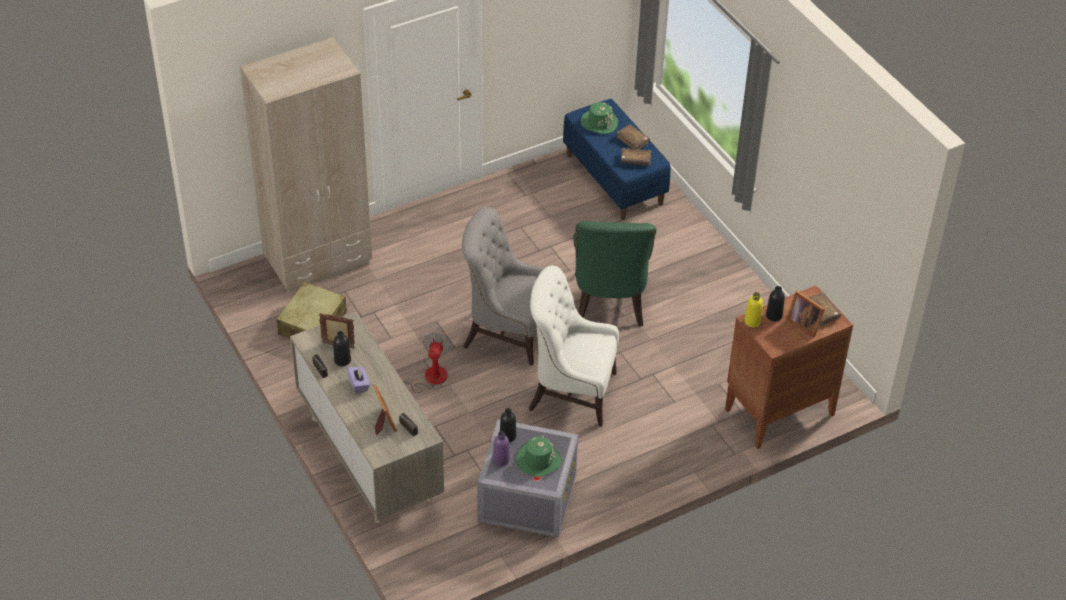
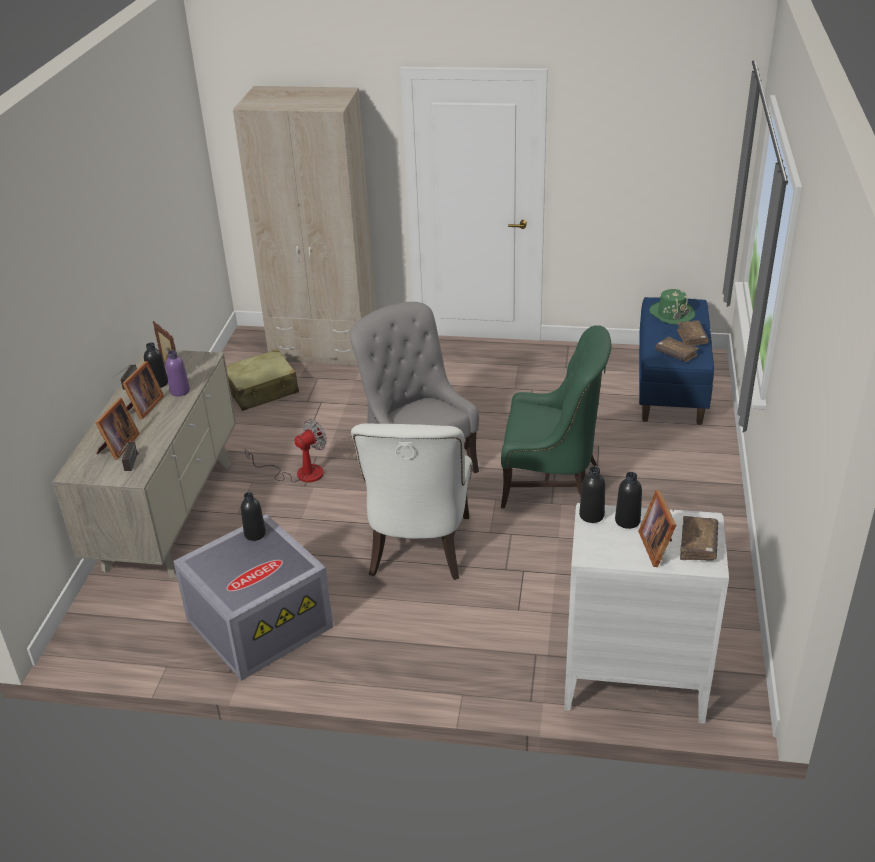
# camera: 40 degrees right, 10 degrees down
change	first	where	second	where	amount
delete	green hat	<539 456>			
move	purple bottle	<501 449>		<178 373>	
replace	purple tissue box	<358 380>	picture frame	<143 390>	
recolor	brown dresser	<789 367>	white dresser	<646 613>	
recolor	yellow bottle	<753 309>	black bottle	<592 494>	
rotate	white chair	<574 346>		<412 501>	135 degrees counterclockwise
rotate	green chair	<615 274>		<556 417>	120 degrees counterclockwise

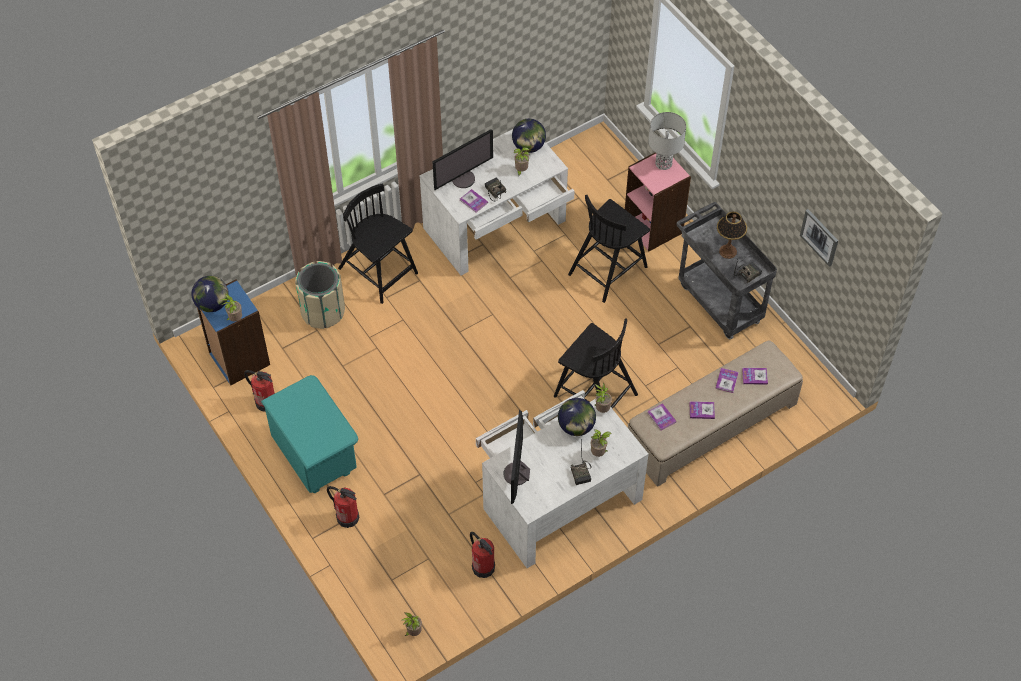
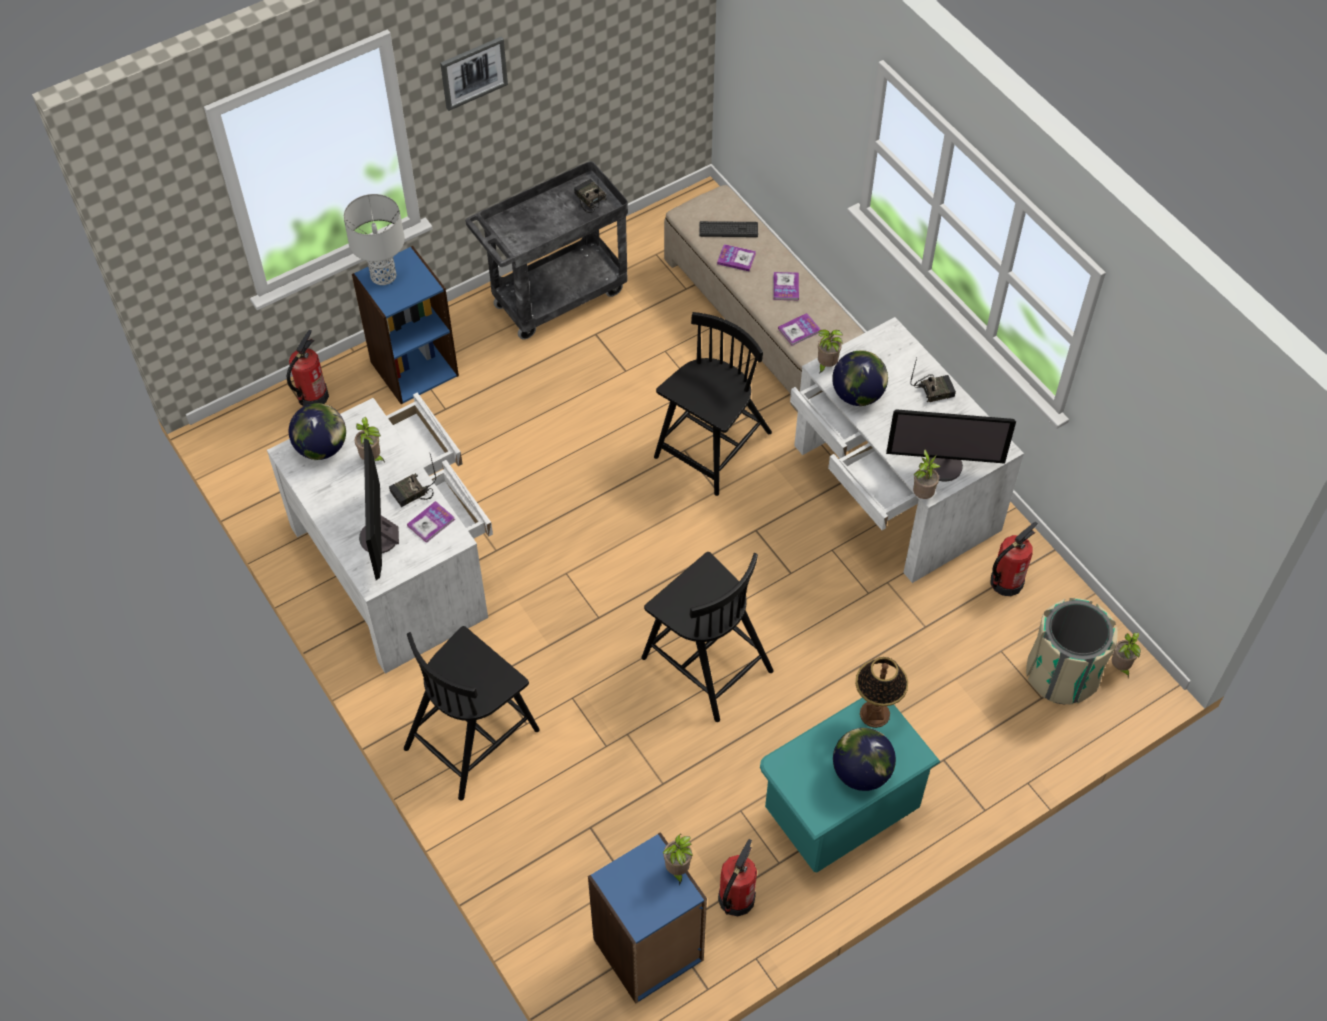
# camera: 90 degrees left, 0 degrees up
change	first	where	second	where	amount
move	globe	<210 294>		<864 759>	
move	beige trash can	<320 295>		<1072 651>	
move	fire extinguisher	<343 507>		<308 367>	
move	black chair	<609 249>		<707 637>	
move	potted plant	<601 443>		<926 474>	
move	table lamp	<732 235>		<881 692>	
move	picture	<819 238>		<474 74>	
replace	book	<755 376>	keyboard	<729 229>	
recolor	pink bookcase	<658 201>	blue bookcase	<405 325>	
rotate	monitor	<462 160>		<379 509>	150 degrees counterclockwise

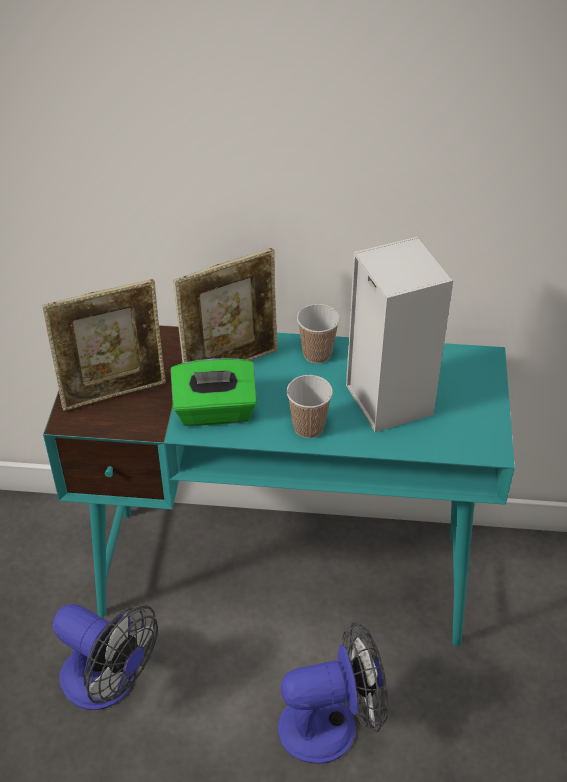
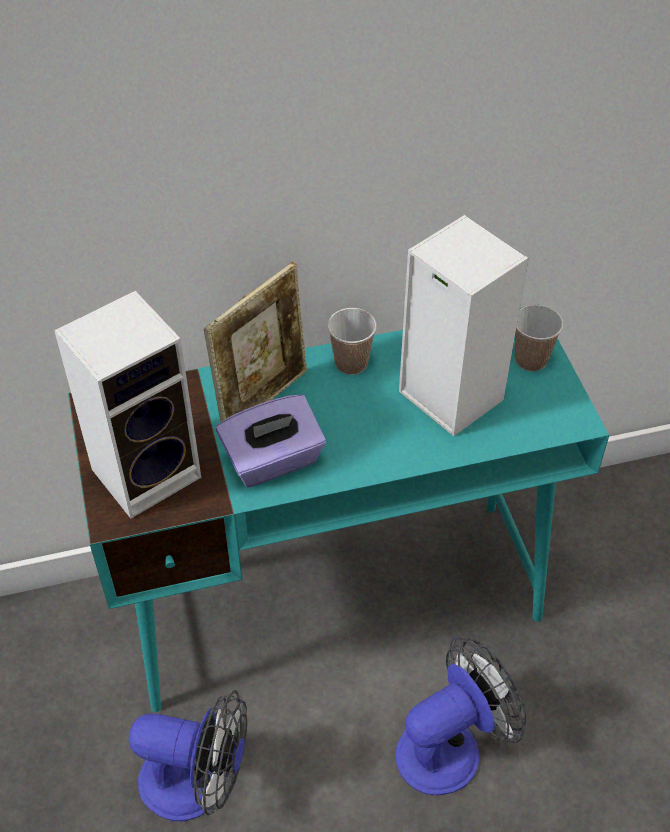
# camera: 20 degrees left, 5 degrees up
change	first	where	second	where	amount
move	cup	<309 406>		<539 338>	
replace	picture frame	<104 345>	speaker	<127 405>	
recolor	green tissue box	<214 392>	purple tissue box	<271 440>	

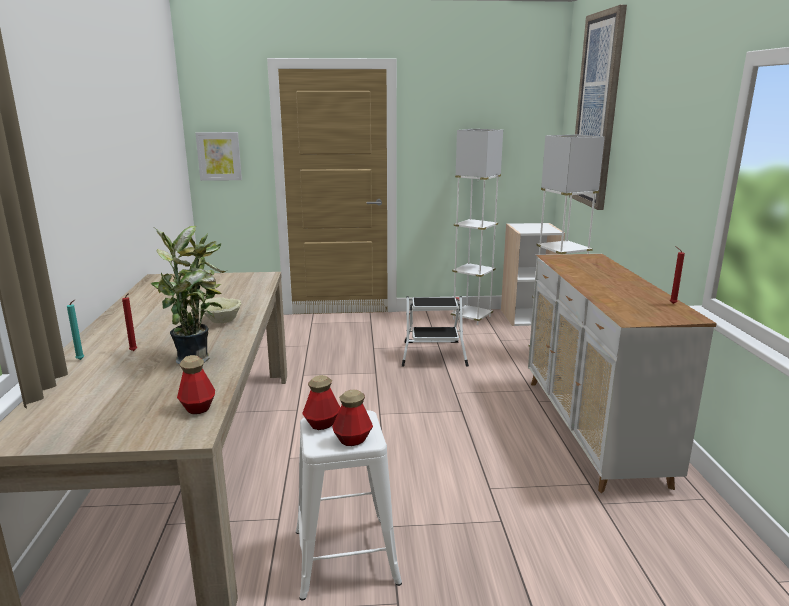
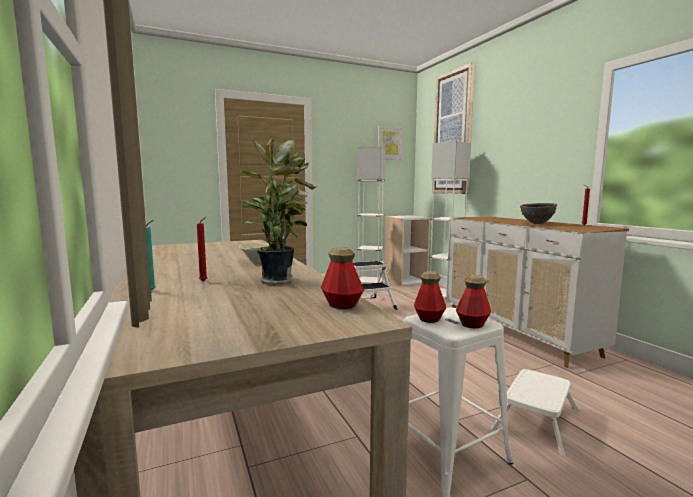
# camera: 20 degrees left, 10 degrees down
change	first	where	second	where	amount
insert			white step ladder	<534 412>	
insert			brown bowl	<538 213>	
move	picture	<218 156>		<390 143>	

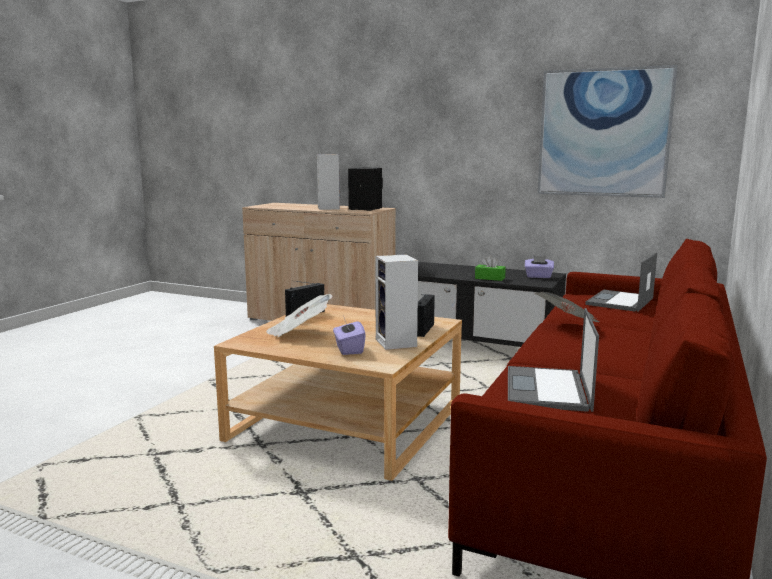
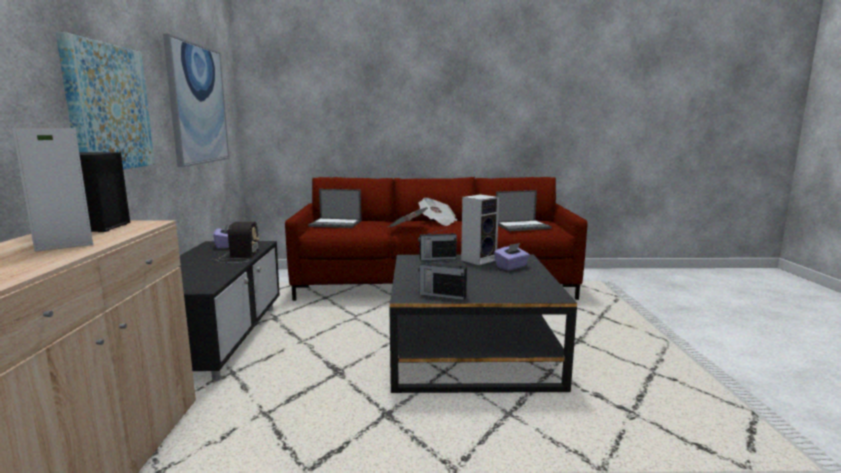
# camera: 115 degrees left, 0 degrees up
change	first	where	second	where	amount
insert			picture	<105 100>	
move	newspaper	<299 315>		<437 212>	
replace	green tissue box	<490 268>	radio	<235 242>	
recolor	beige coffee table	<338 392>	black coffee table	<483 323>	

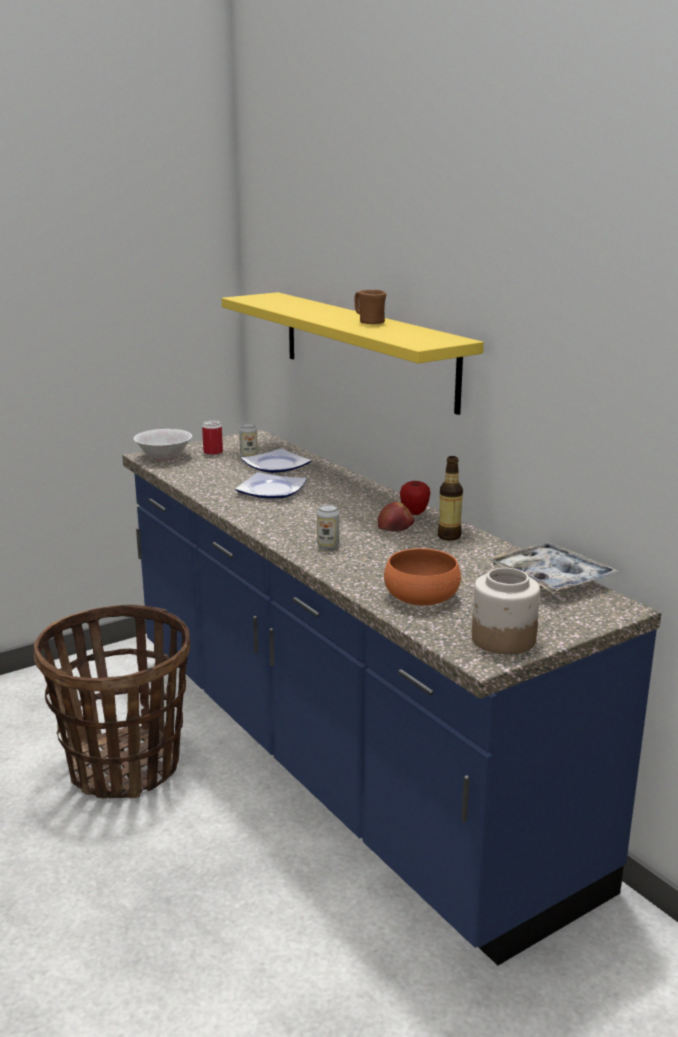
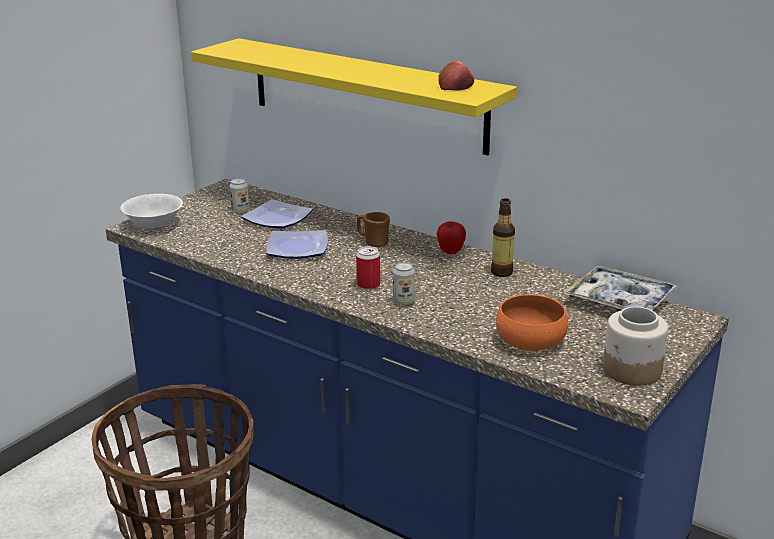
# camera: 20 degrees left, 5 degrees up
change	first	where	second	where	amount
move	can	<212 437>		<368 267>	
move	brown mug	<370 307>		<373 229>	
move	apple	<396 517>		<456 75>	

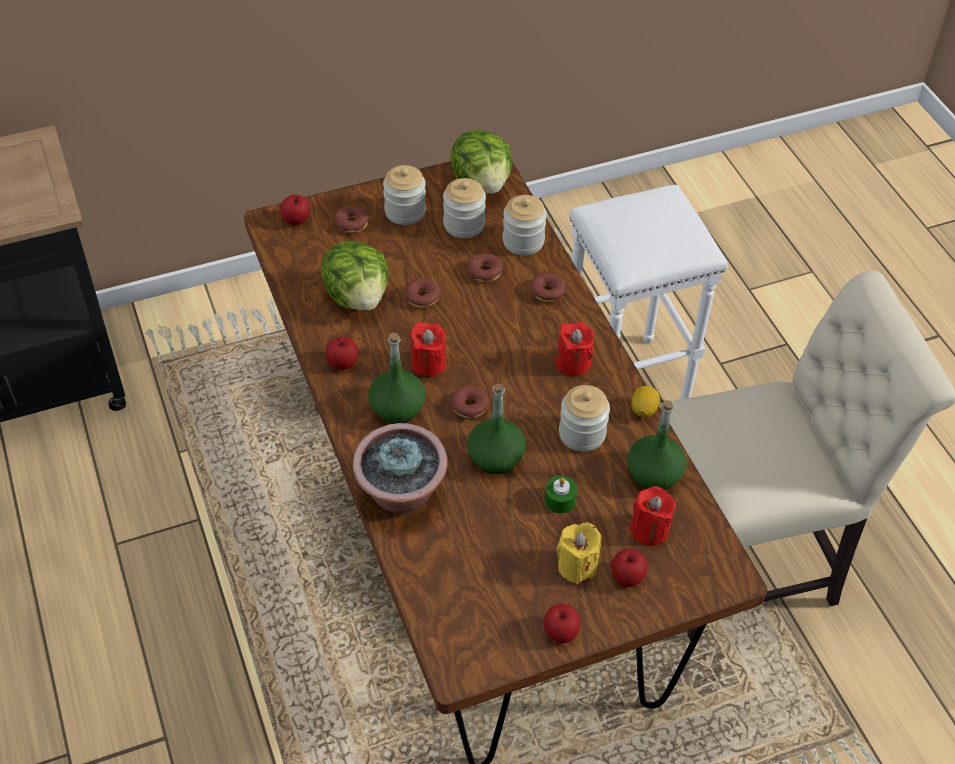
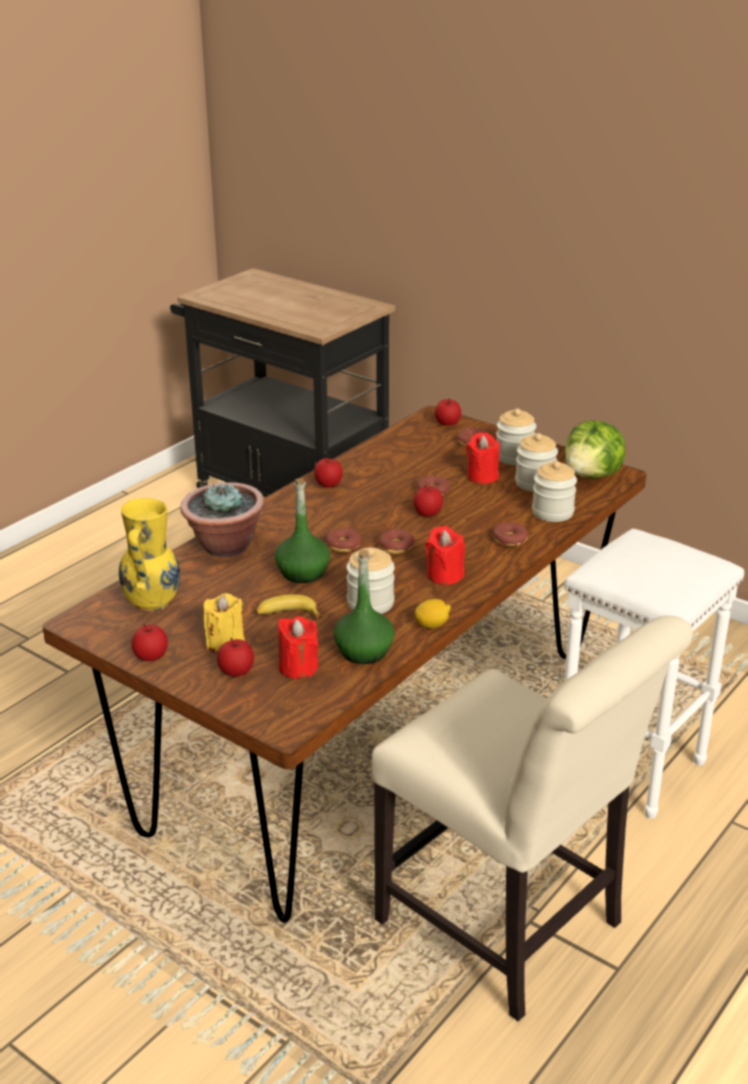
# camera: 60 degrees right, 20 degrees down
change	first	where	second	where	amount
delete	lettuce	<355 275>			
delete	green bottle	<397 378>			
insert			yellow vase	<149 554>	
insert			apple	<428 501>	
move	red candle	<428 350>		<483 458>	
move	donut	<485 267>		<396 541>	
replace	green candle	<560 494>	banana	<288 606>	

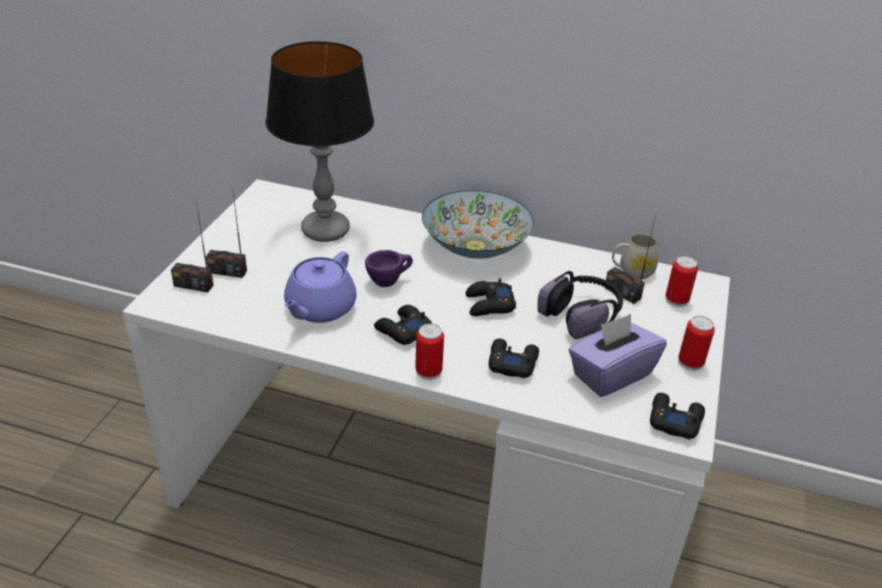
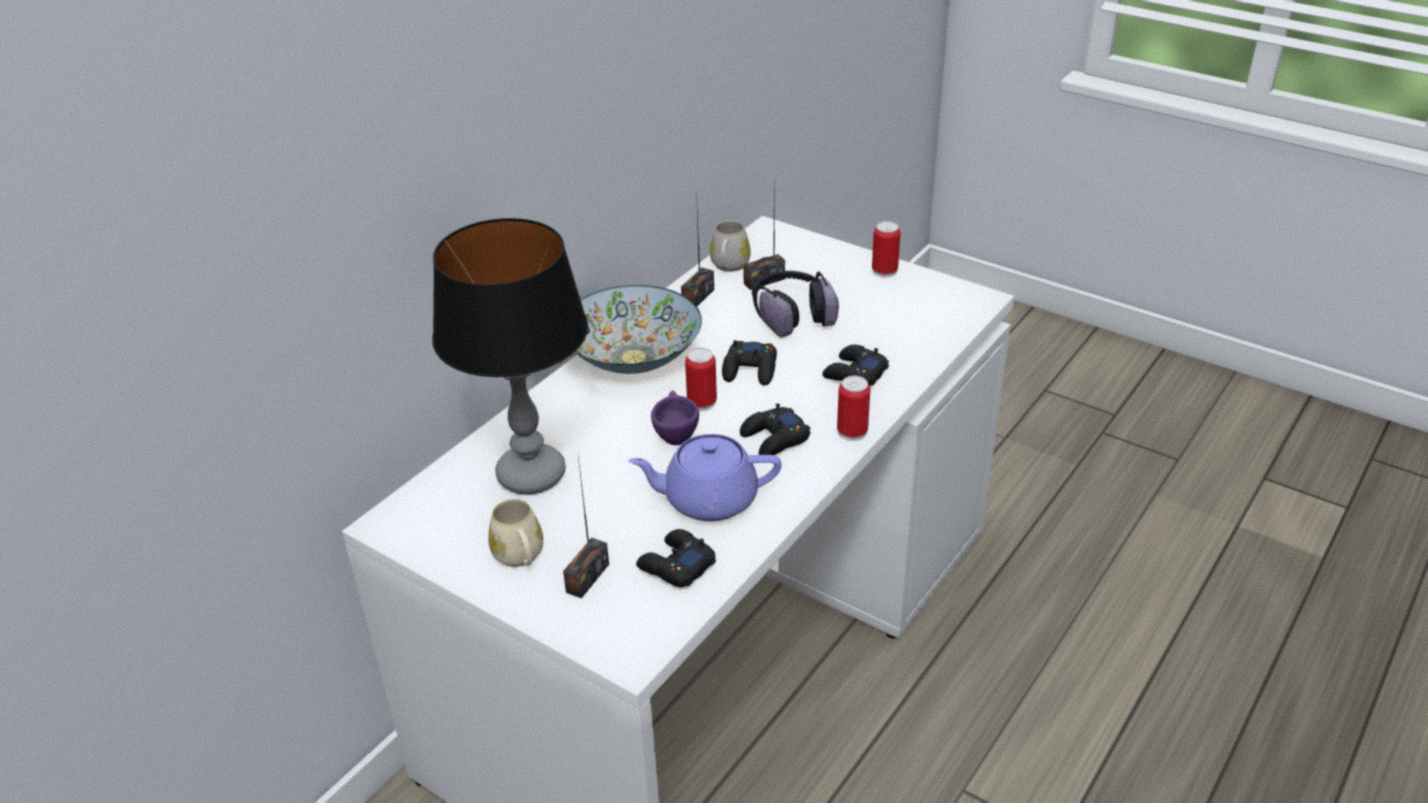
# camera: 70 degrees left, 0 degrees up
change	first	where	second	where	amount
delete	purple tissue box	<618 355>			
insert			beige mug	<515 533>	
move	radio	<192 246>		<697 249>	
move	black game controller	<677 416>		<676 558>	
move	can	<682 281>		<701 379>	
rotate	purple teapot	<320 287>		<705 477>	135 degrees clockwise

